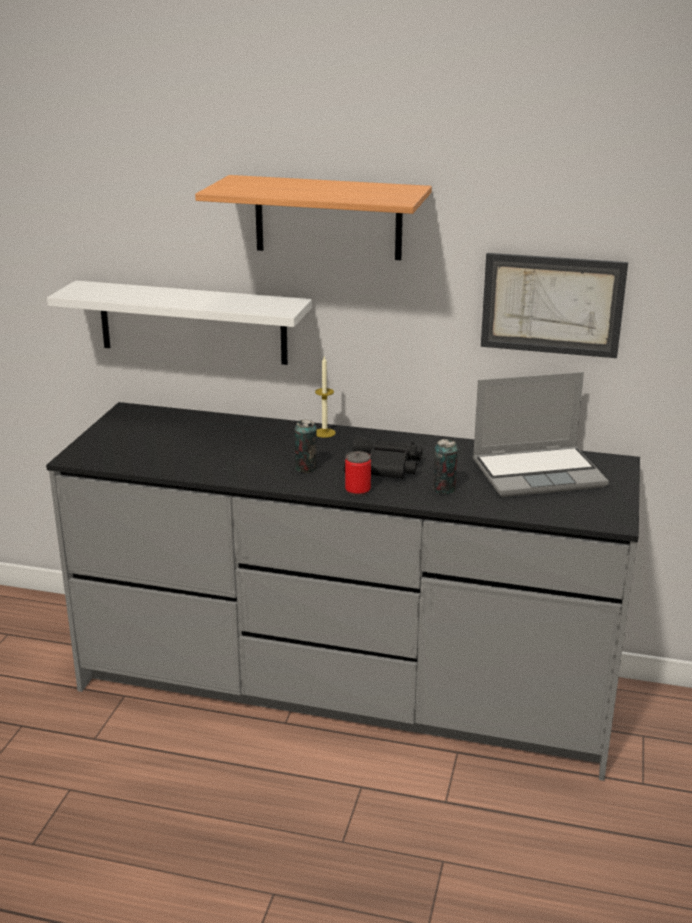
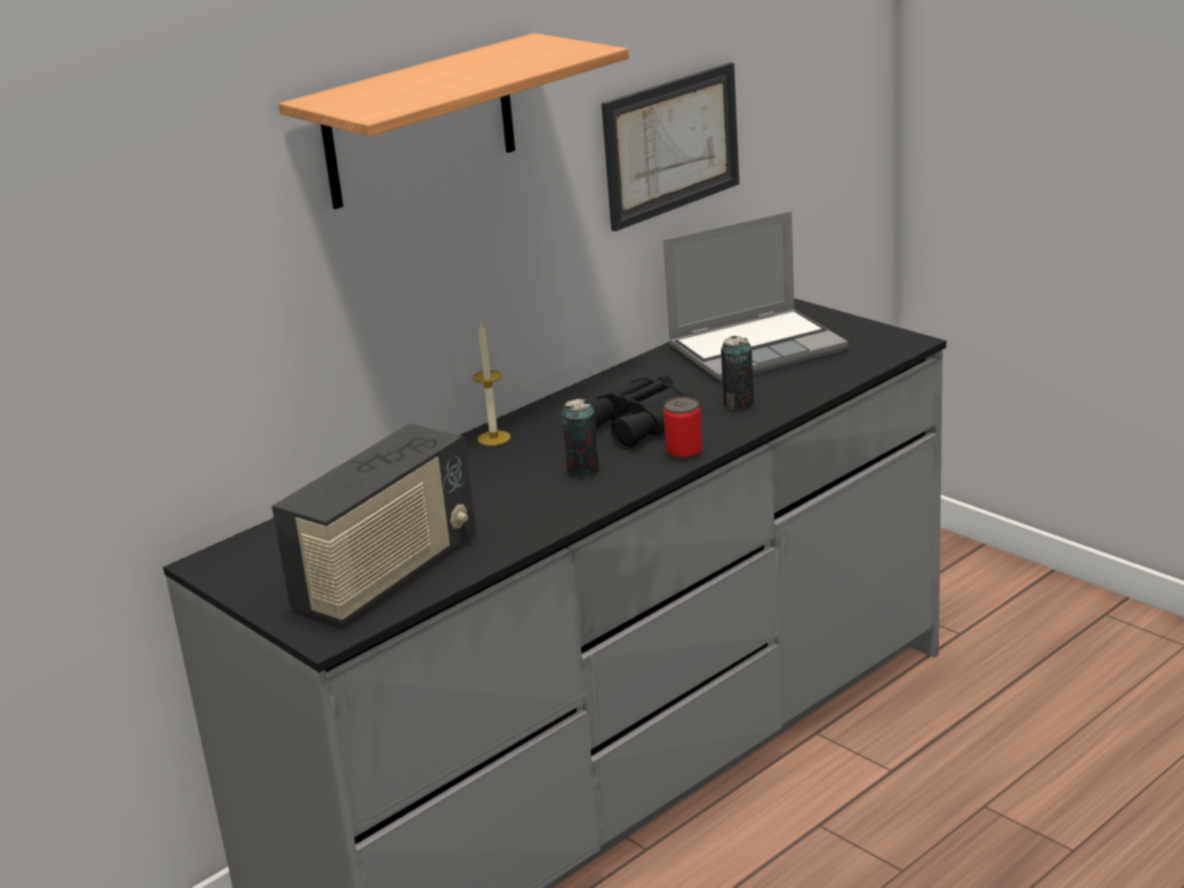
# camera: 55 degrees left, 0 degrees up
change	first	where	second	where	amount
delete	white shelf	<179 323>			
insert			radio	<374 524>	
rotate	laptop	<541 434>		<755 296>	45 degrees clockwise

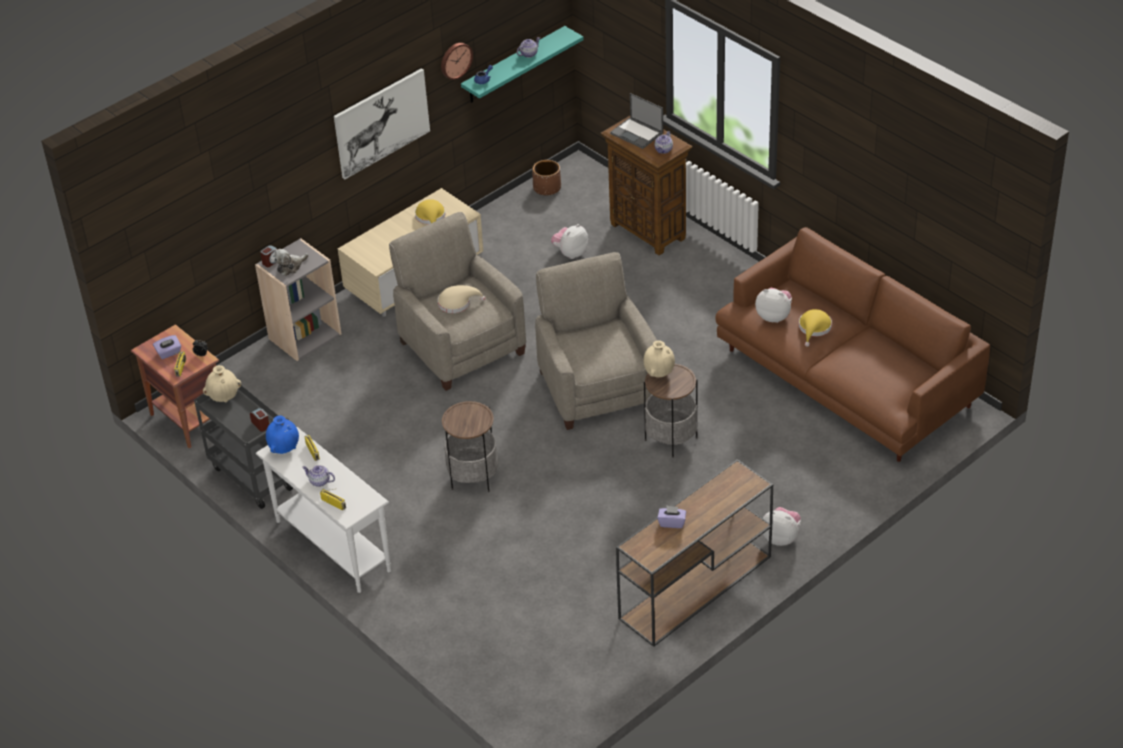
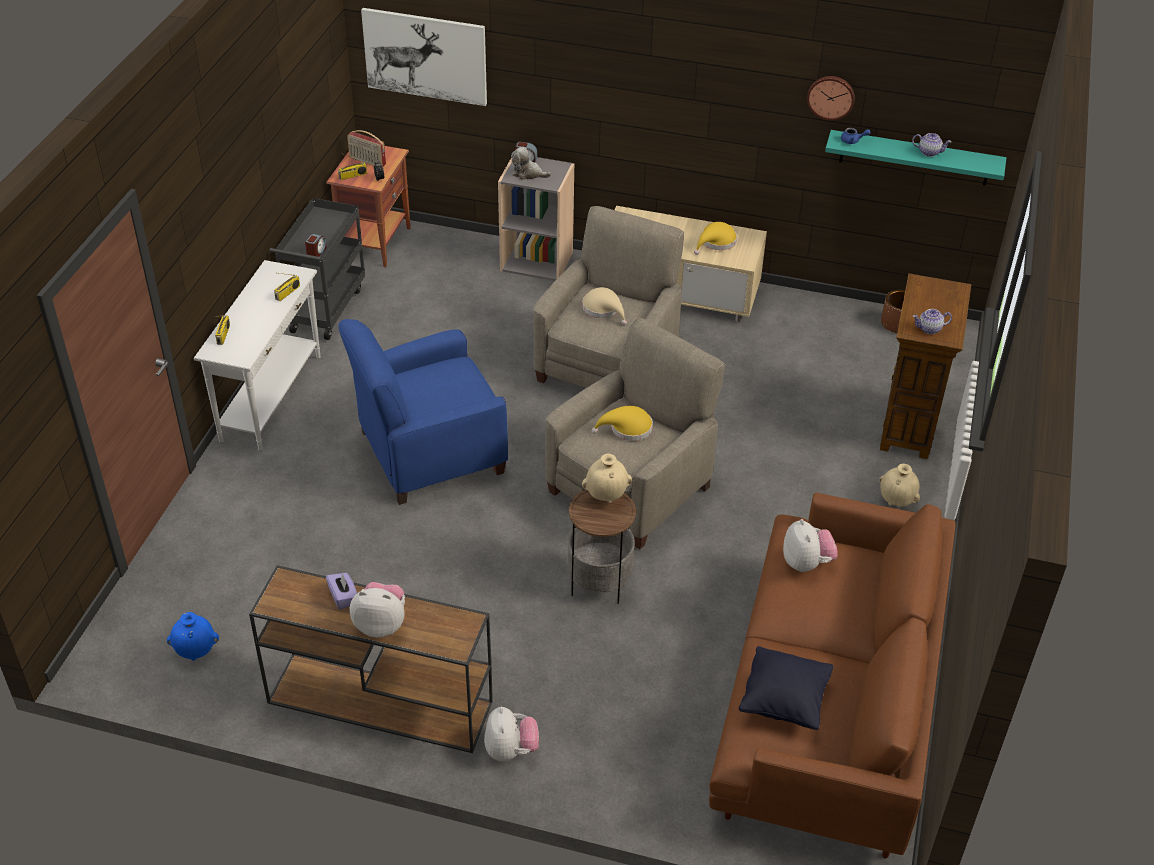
# camera: 55 degrees right, 0 degrees up
change	first	where	second	where	amount
delete	teapot	<318 476>			
delete	laptop	<636 121>			
insert			black pillow	<786 688>	
move	beige vase	<222 384>		<899 485>	
move	blue vase	<282 434>		<193 636>	
move	picture	<382 123>		<424 57>	
move	plush toy	<569 241>		<377 610>	
move	yellow hat	<815 328>		<622 423>	
replace	purple tissue box	<167 347>	radio	<366 148>	
replace	side table	<470 446>	blue armchair	<423 412>	

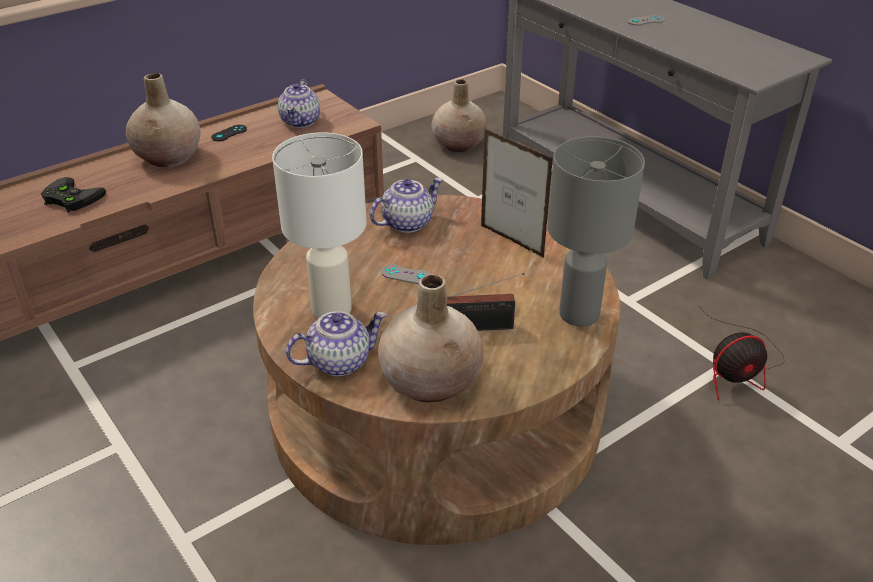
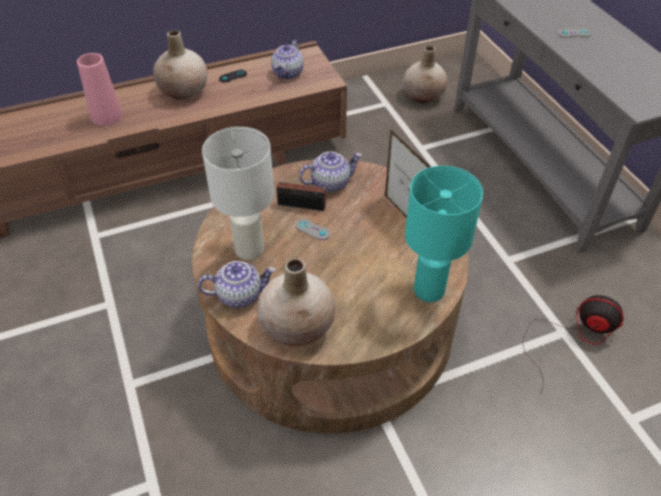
# camera: 15 degrees right, 10 degrees up
change	first	where	second	where	amount
move	radio	<485 302>		<303 193>	
replace	black game controller	<73 195>	pink vase	<100 89>	
recolor	grey table lamp	<596 231>	turquoise table lamp	<444 234>	
rotate	fan	<741 352>		<573 344>	150 degrees counterclockwise

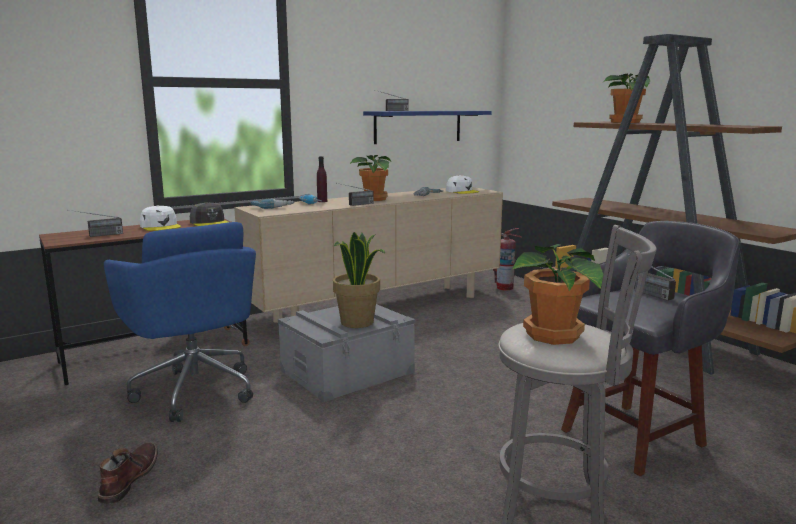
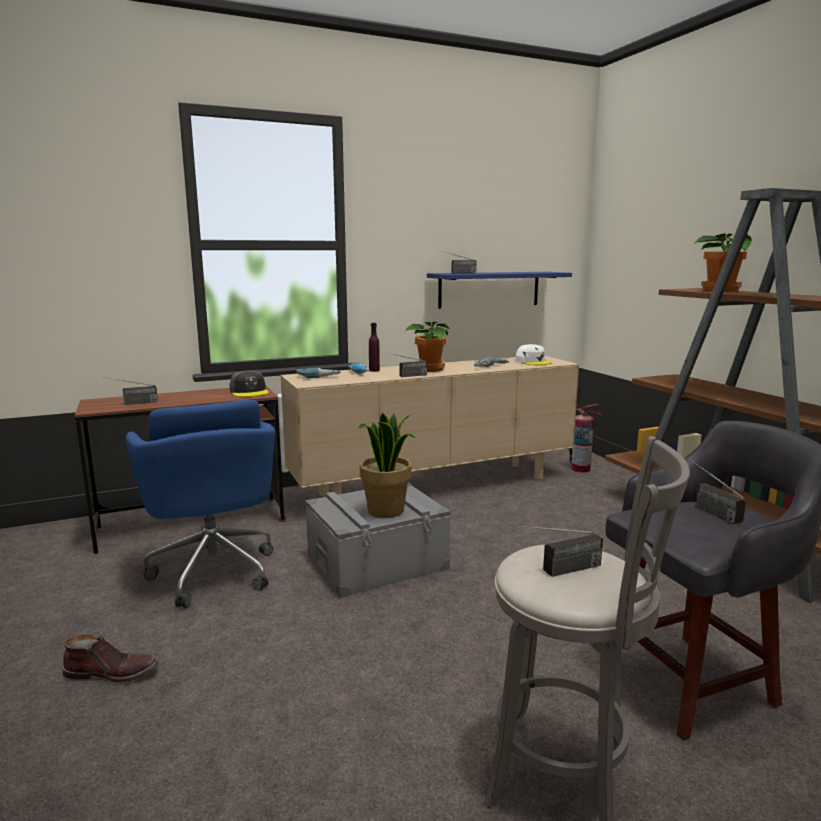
# camera: 10 degrees right, 0 degrees up
change	first	where	second	where	amount
delete	white cap	<160 218>			
replace	potted plant	<558 294>	radio	<560 551>	
rotate	brown boot	<128 473>		<111 658>	75 degrees clockwise

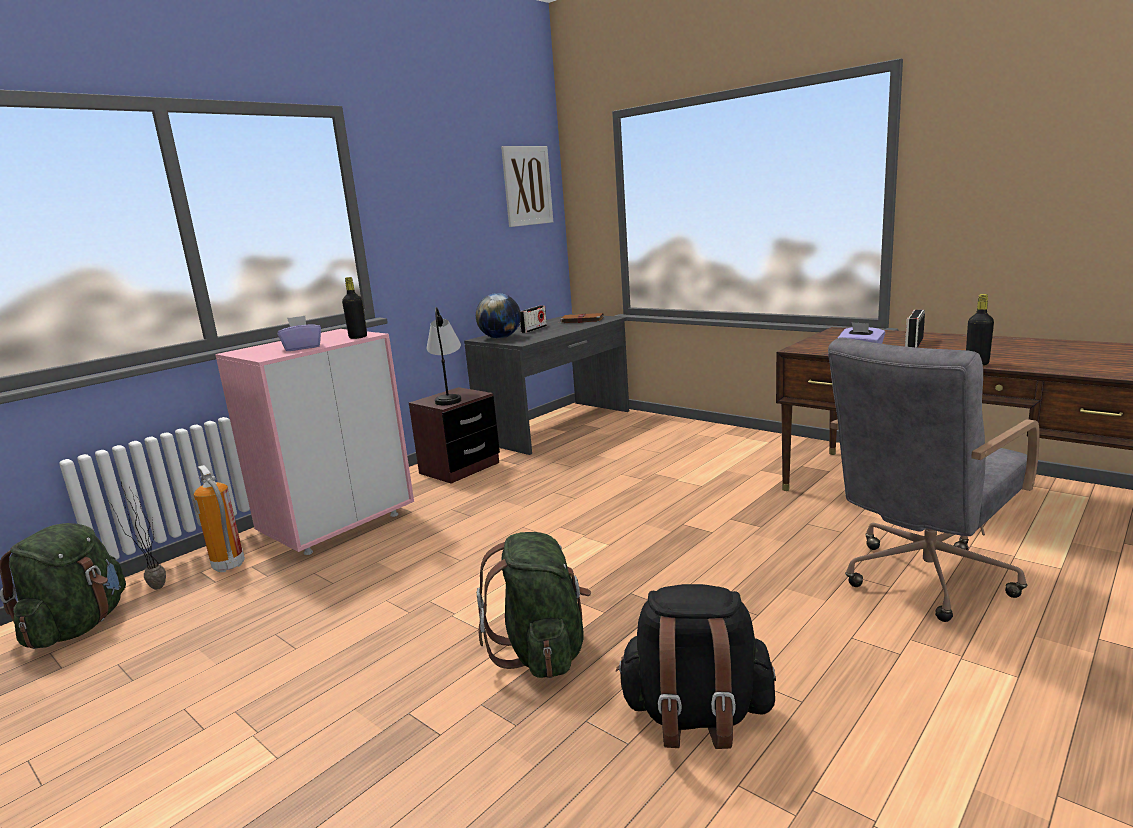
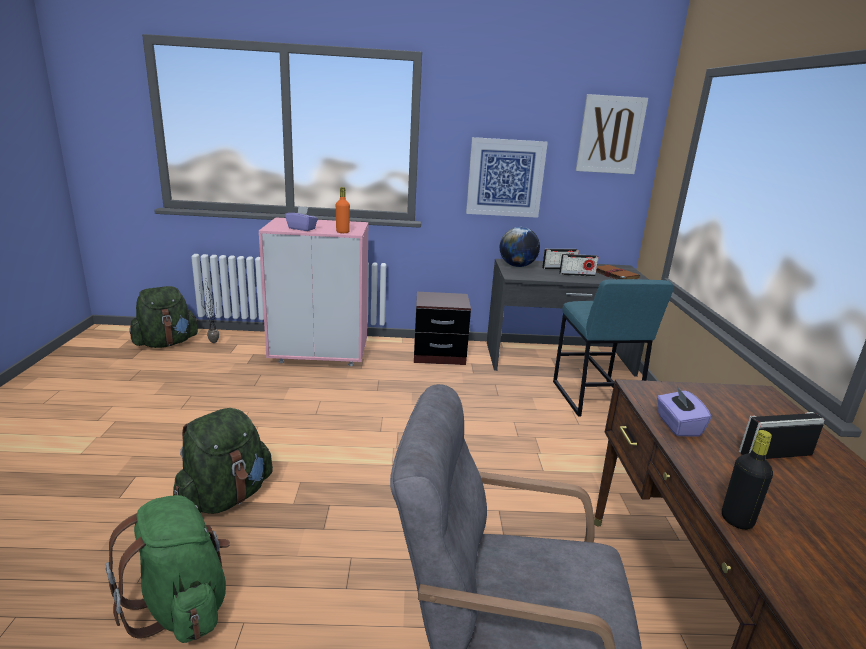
# camera: 45 degrees right, 5 degrees up
change	first	where	second	where	amount
delete	fire extinguisher	<219 518>			
delete	table lamp	<443 356>			
insert			picture	<507 177>	
insert			blue stool	<613 348>	
insert			radio	<579 265>	
recolor	black bottle	<354 308>	orange bottle	<343 210>	
recolor	black backpack	<696 666>	green backpack	<168 569>	

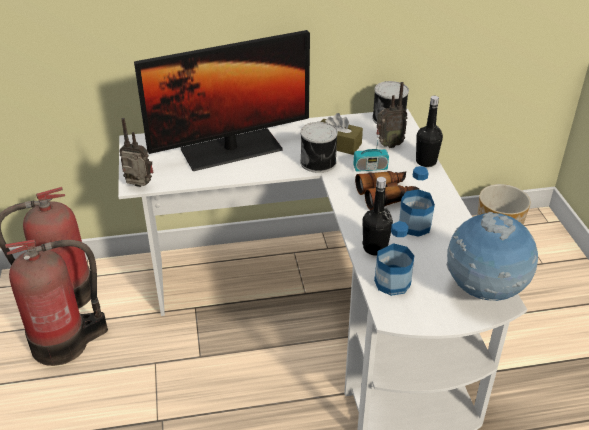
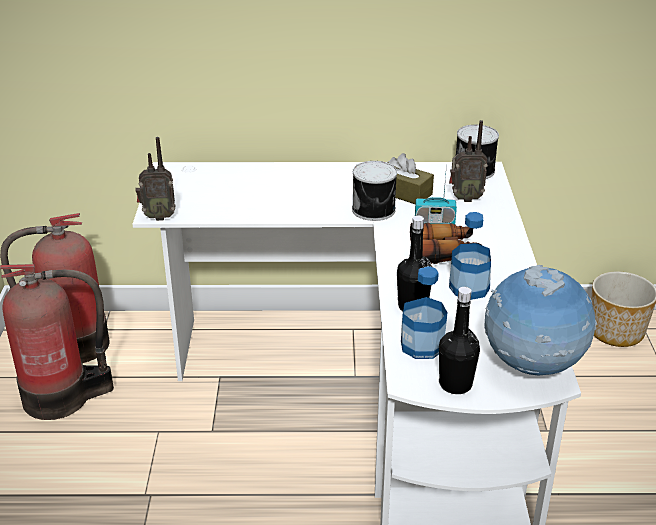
# camera: 10 degrees right, 5 degrees down
change	first	where	second	where	amount
delete	monitor	<222 100>			
move	black bottle	<429 131>		<459 340>	
rotate	radio	<136 152>		<155 179>	150 degrees clockwise

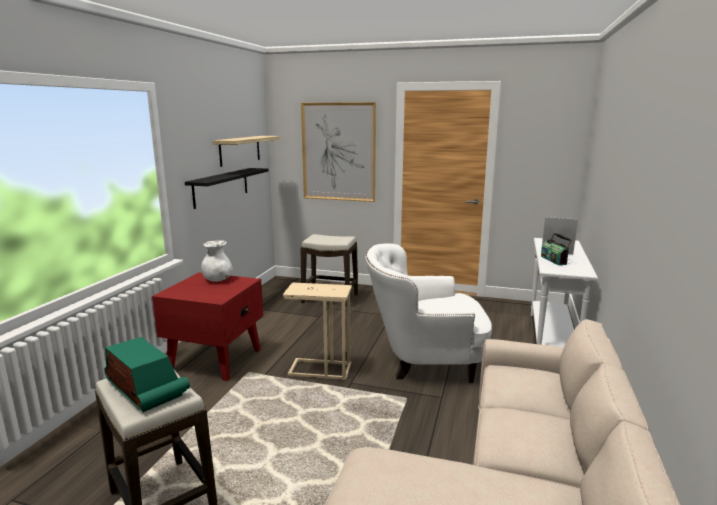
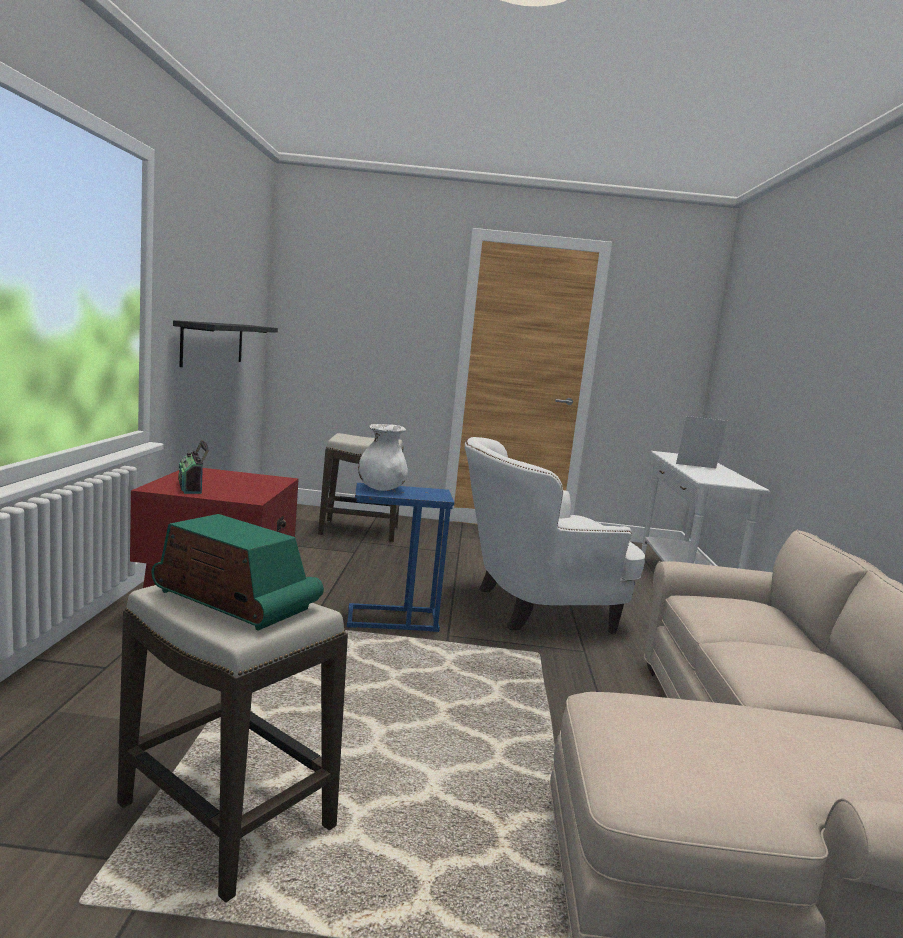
# camera: 15 degrees left, 5 degrees down
change	first	where	second	where	amount
delete	shelf	<247 151>			
delete	picture	<338 152>			
move	white vase	<217 261>		<383 457>	
move	radio	<556 249>		<193 467>	
recolor	beige side table	<317 331>	blue side table	<400 557>	

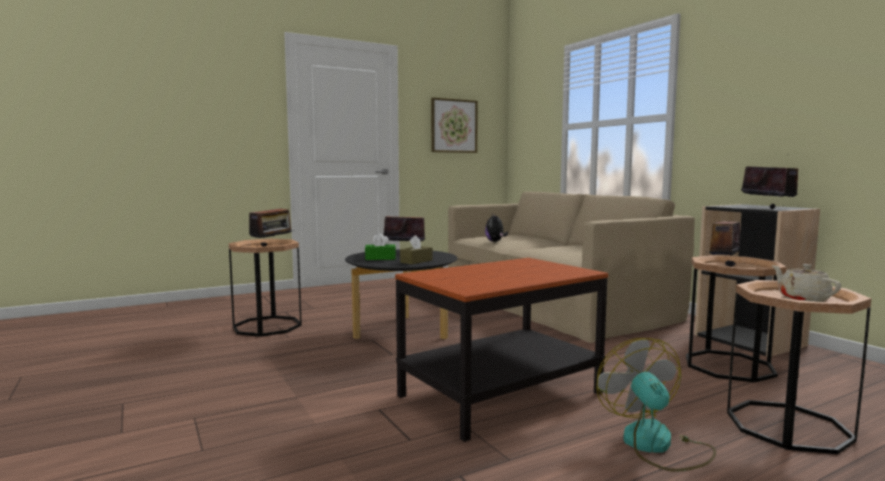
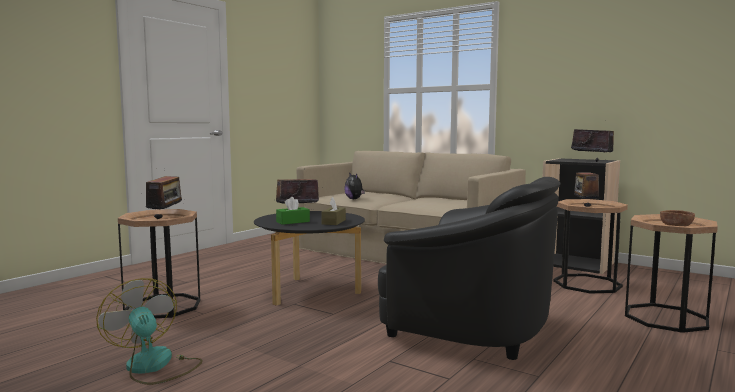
# camera: 25 degrees left, 0 degrees up
change	first	where	second	where	amount
delete	picture	<454 125>			
move	fan	<656 405>		<149 331>	
replace	side table	<501 350>	black armchair	<469 268>	
replace	beige teapot	<806 283>	brown bowl	<677 218>	

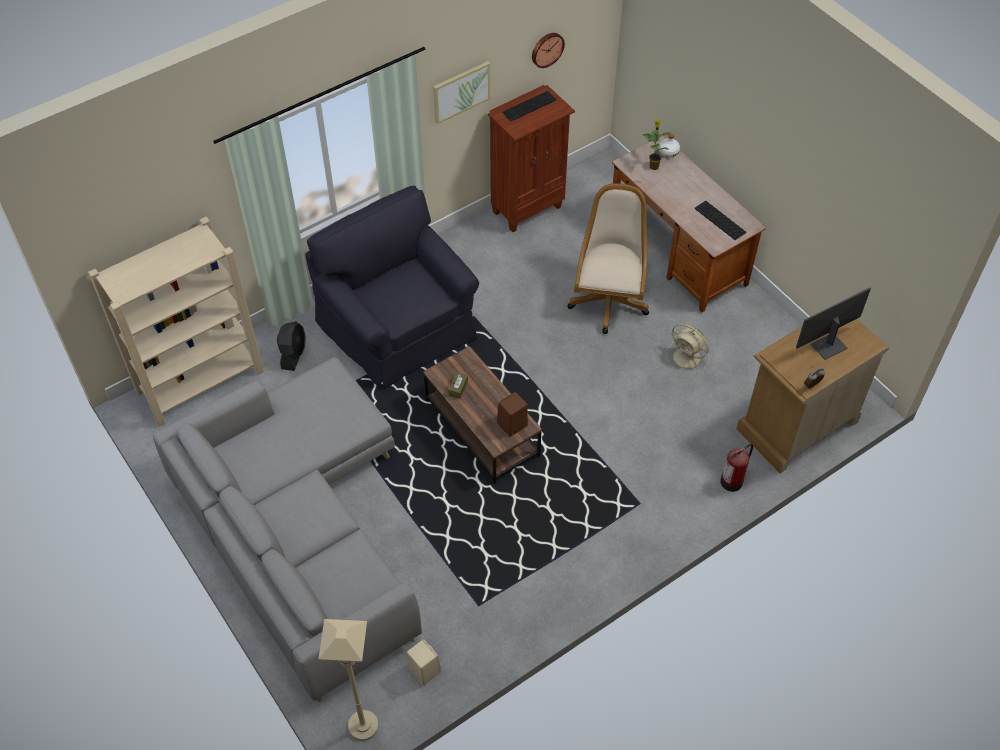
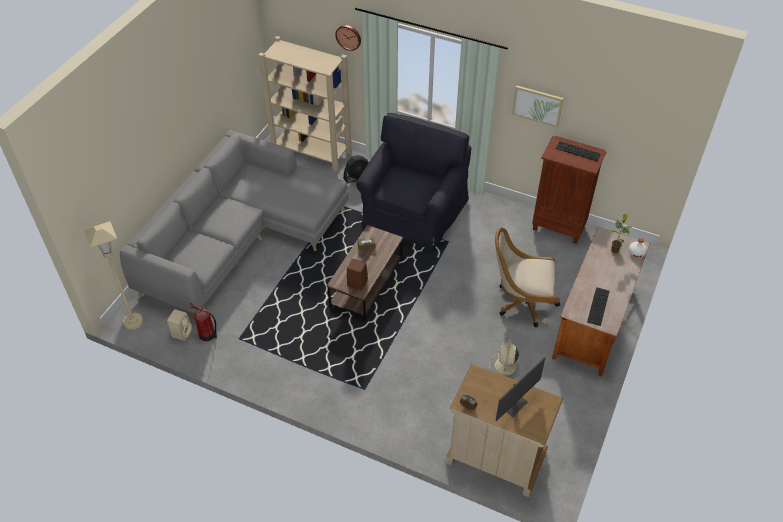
# camera: 60 degrees right, 5 degrees down
change	first	where	second	where	amount
move	wall clock	<548 50>		<348 38>	
move	fire extinguisher	<736 468>		<204 322>	
rotate	office chair	<608 258>		<527 277>	150 degrees counterclockwise
rotate	monitor	<833 323>		<520 389>	105 degrees clockwise

